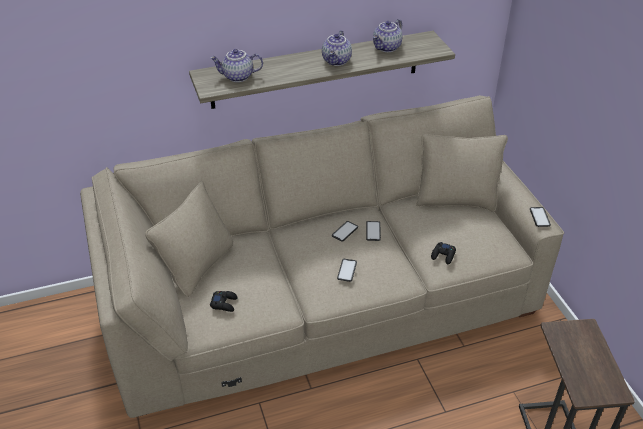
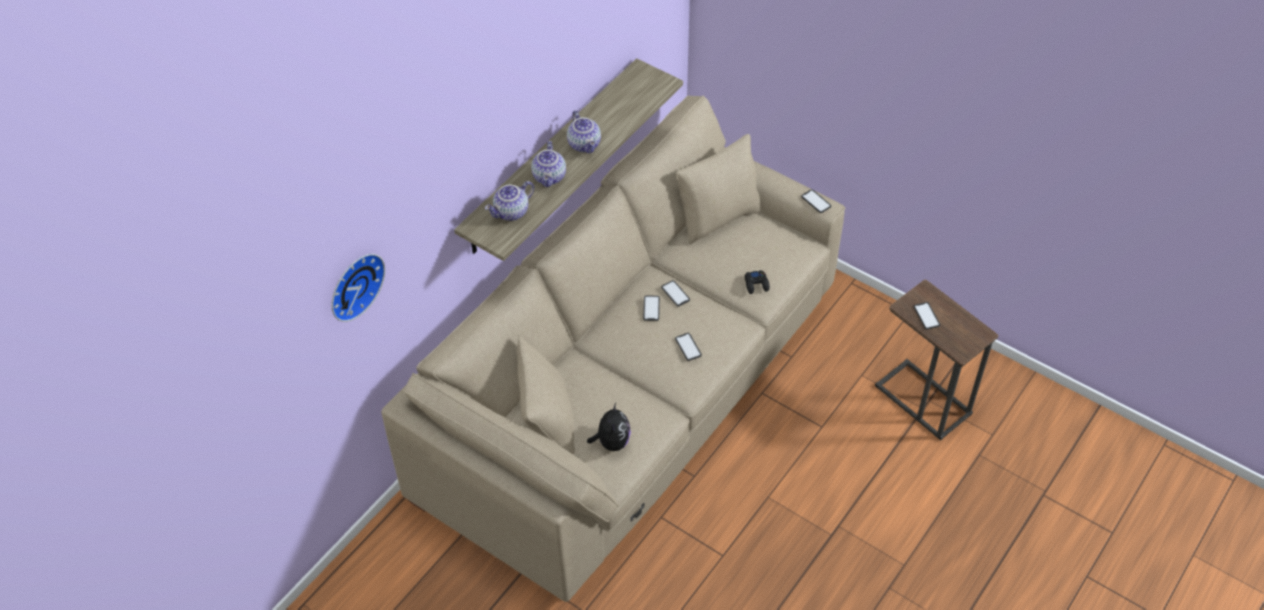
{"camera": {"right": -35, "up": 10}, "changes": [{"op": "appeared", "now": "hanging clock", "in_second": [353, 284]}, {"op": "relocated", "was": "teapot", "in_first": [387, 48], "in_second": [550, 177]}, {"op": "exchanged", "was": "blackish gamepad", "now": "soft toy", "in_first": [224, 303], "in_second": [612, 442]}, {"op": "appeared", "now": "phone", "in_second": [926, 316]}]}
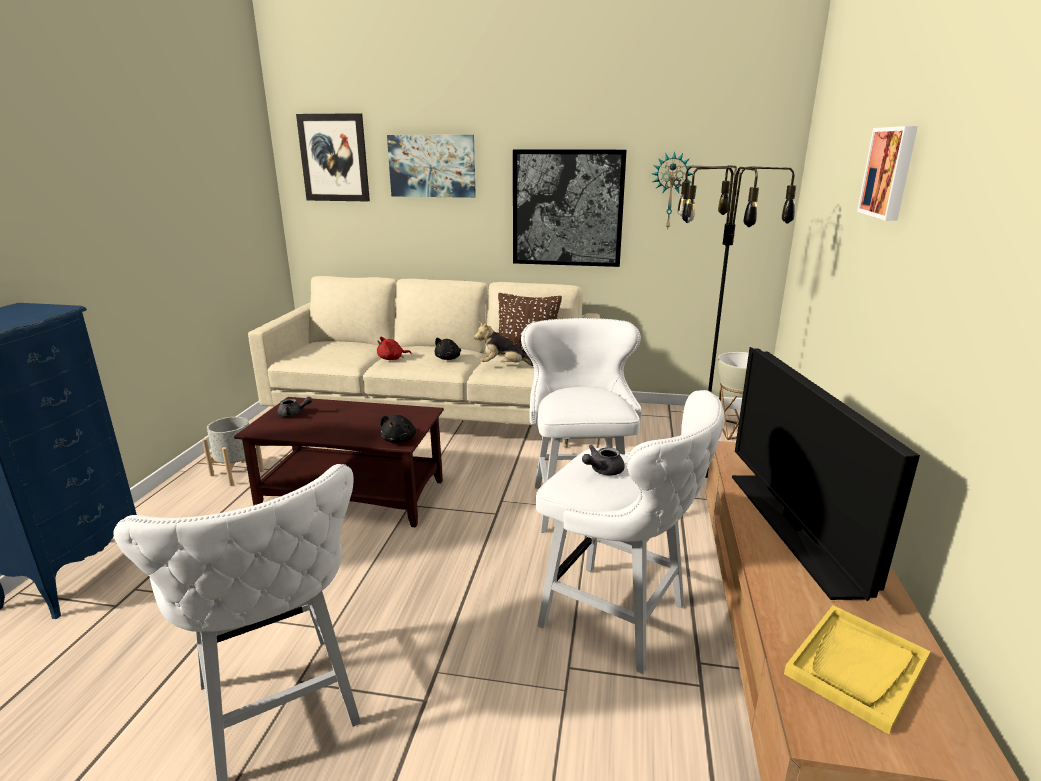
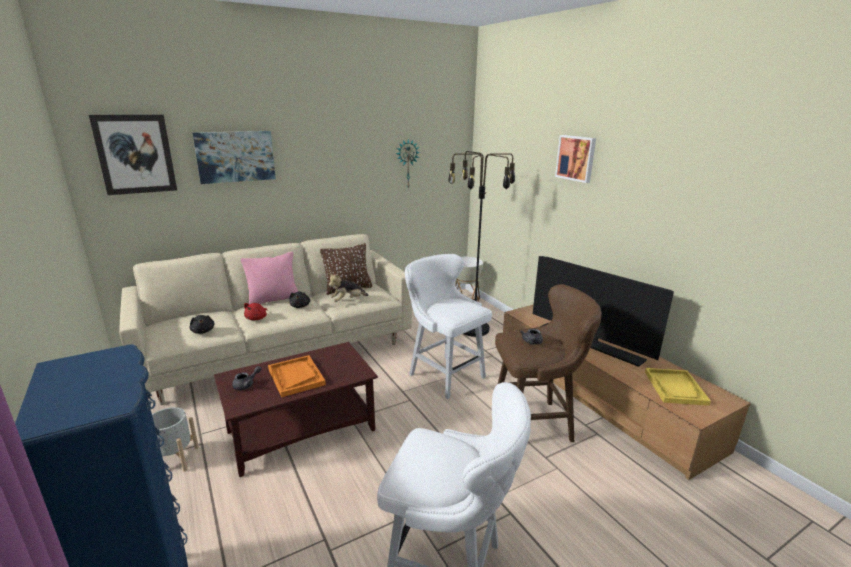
{"camera": {"right": -40, "up": 0}, "changes": [{"op": "relocated", "was": "blackish soft toy", "in_first": [399, 440], "in_second": [203, 331]}, {"op": "appeared", "now": "pink throw pillow", "in_second": [273, 300]}, {"op": "appeared", "now": "orangey tray", "in_second": [296, 377]}, {"op": "colour", "was": "whitish stool seat", "now": "brown stool seat", "in_first": [619, 618], "in_second": [535, 423]}, {"op": "missing", "was": "wall art", "in_first": [567, 208]}]}
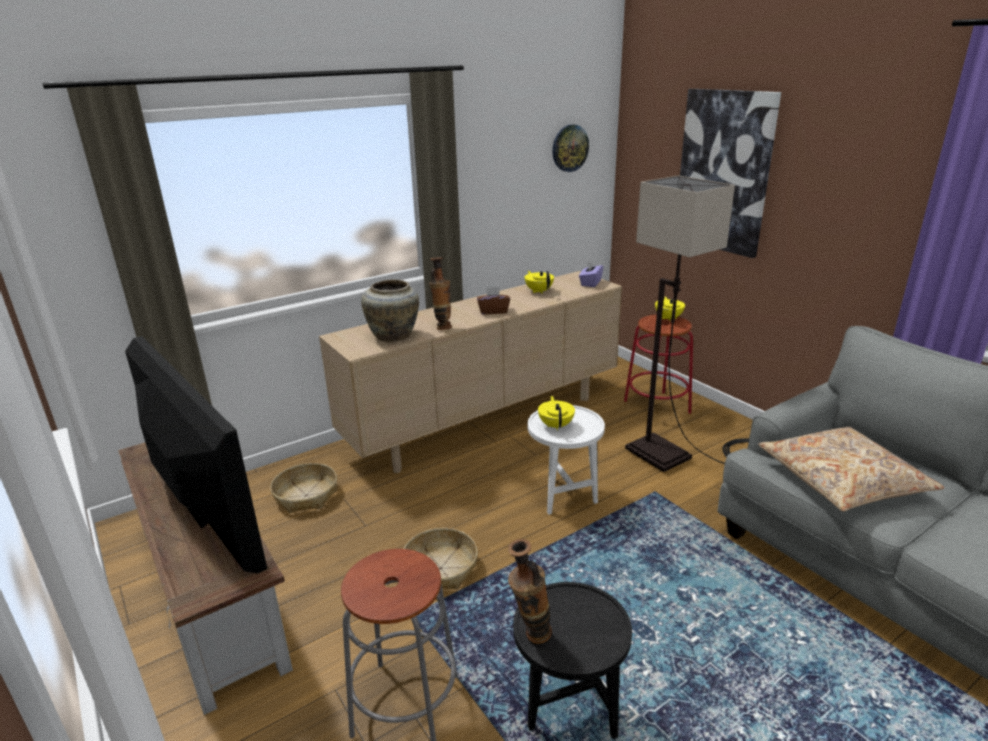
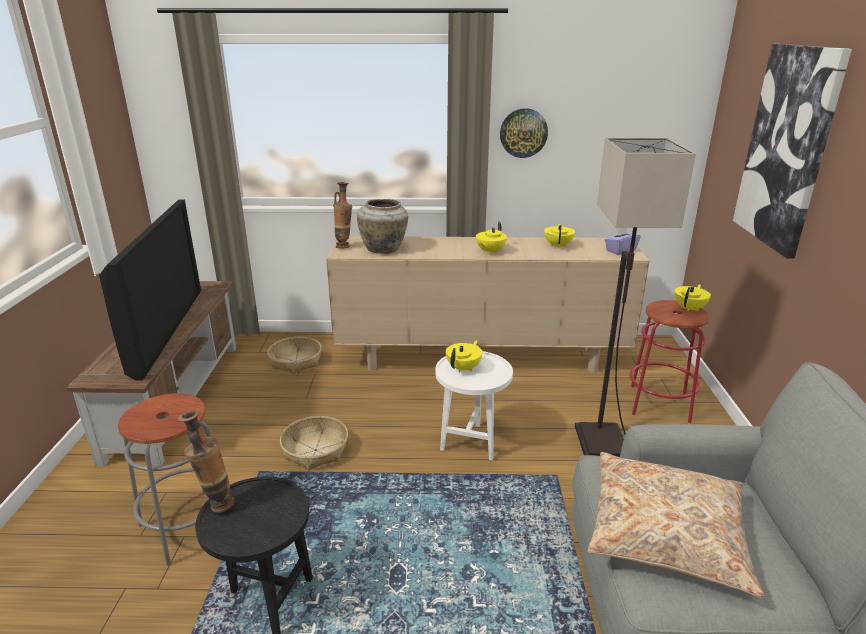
{"camera": {"right": 35, "up": 0}, "changes": [{"op": "relocated", "was": "decorative vase", "in_first": [442, 327], "in_second": [344, 246]}, {"op": "exchanged", "was": "brown box of tissues", "now": "yellow-coloured teapot", "in_first": [493, 311], "in_second": [489, 251]}, {"op": "relocated", "was": "hanging clock", "in_first": [569, 148], "in_second": [523, 133]}]}
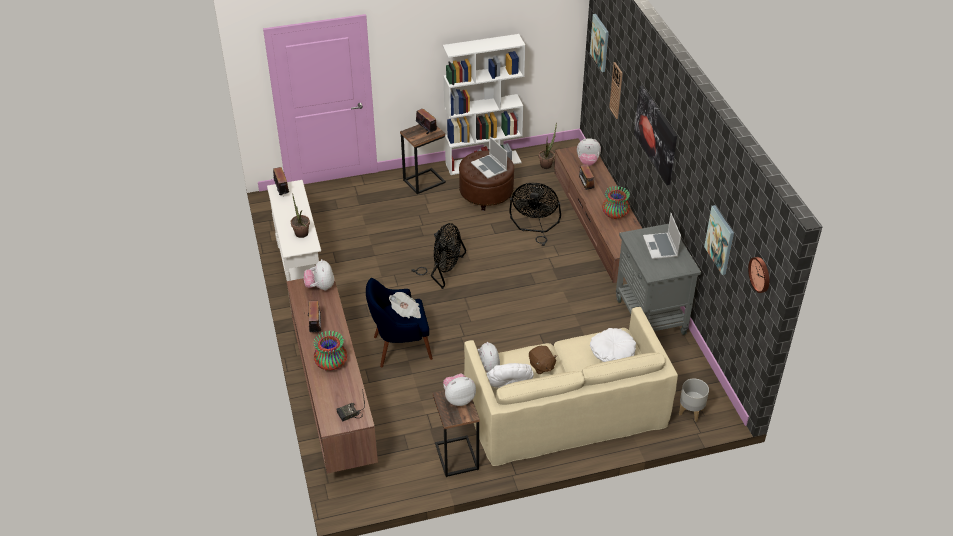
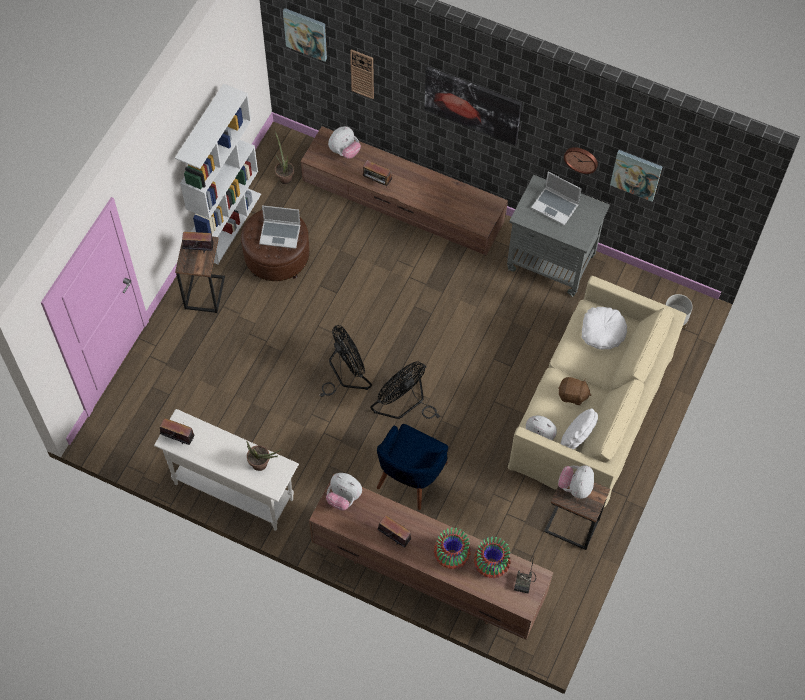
{"camera": {"right": -50, "up": 20}, "changes": [{"op": "relocated", "was": "blackish cooling fan", "in_first": [535, 227], "in_second": [407, 402]}, {"op": "relocated", "was": "decorative vase", "in_first": [615, 214], "in_second": [491, 564]}, {"op": "relocated", "was": "hanging clock", "in_first": [760, 274], "in_second": [581, 159]}, {"op": "missing", "was": "newspaper", "in_first": [406, 312]}]}
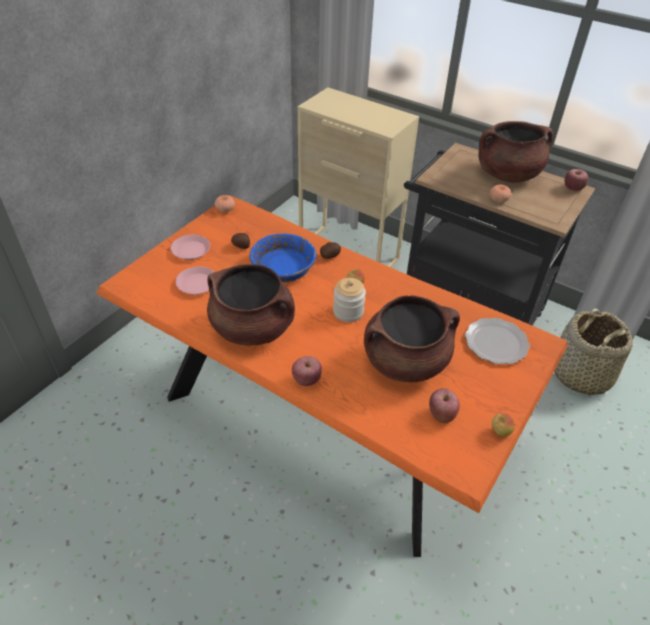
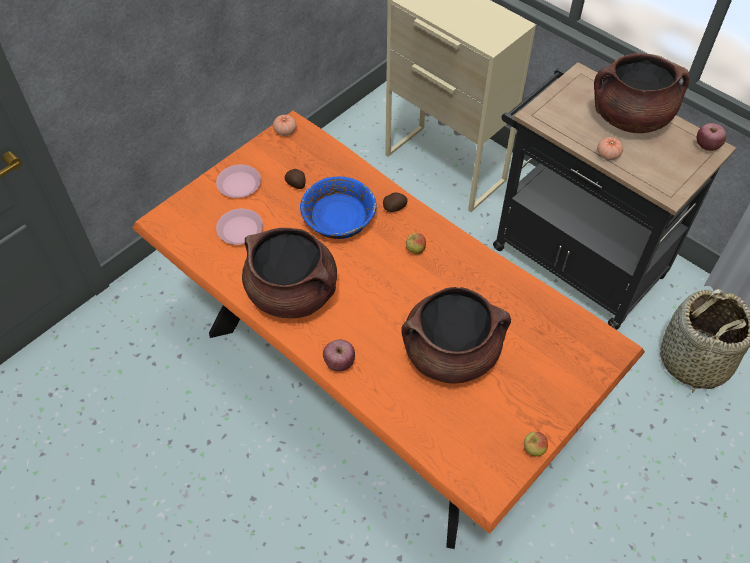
{"camera": {"right": 10, "up": 10}, "changes": [{"op": "missing", "was": "storage jar", "in_first": [348, 312]}, {"op": "missing", "was": "apple fruit", "in_first": [441, 414]}, {"op": "missing", "was": "plate", "in_first": [497, 343]}]}
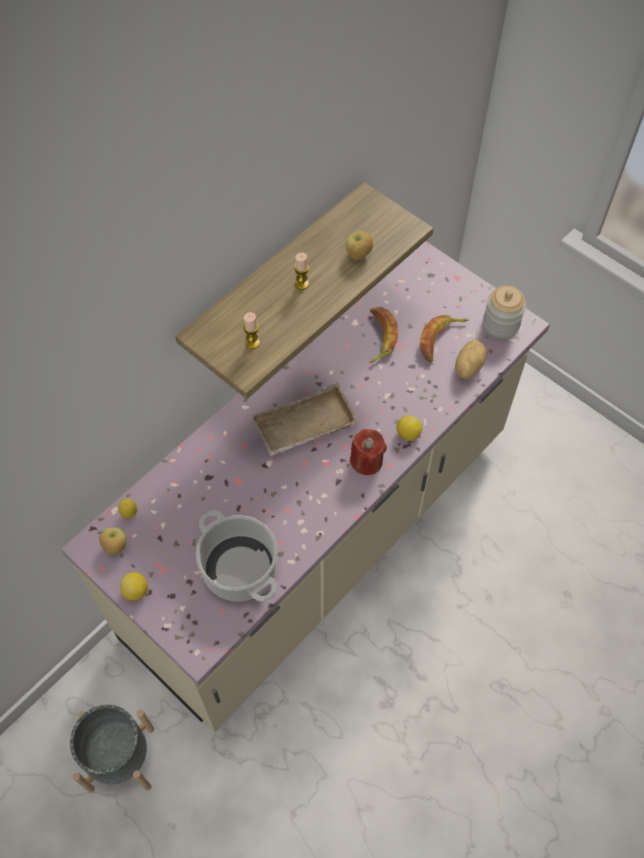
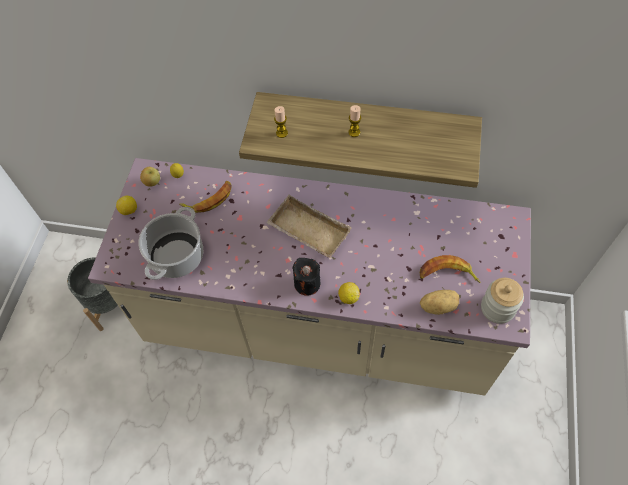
{"camera": {"right": 60, "up": 0}, "changes": [{"op": "relocated", "was": "whole banana", "in_first": [379, 337], "in_second": [209, 199]}, {"op": "colour", "was": "red-coloured candle", "now": "blackish candle", "in_first": [366, 461], "in_second": [307, 283]}, {"op": "missing", "was": "apple fruit", "in_first": [358, 255]}]}
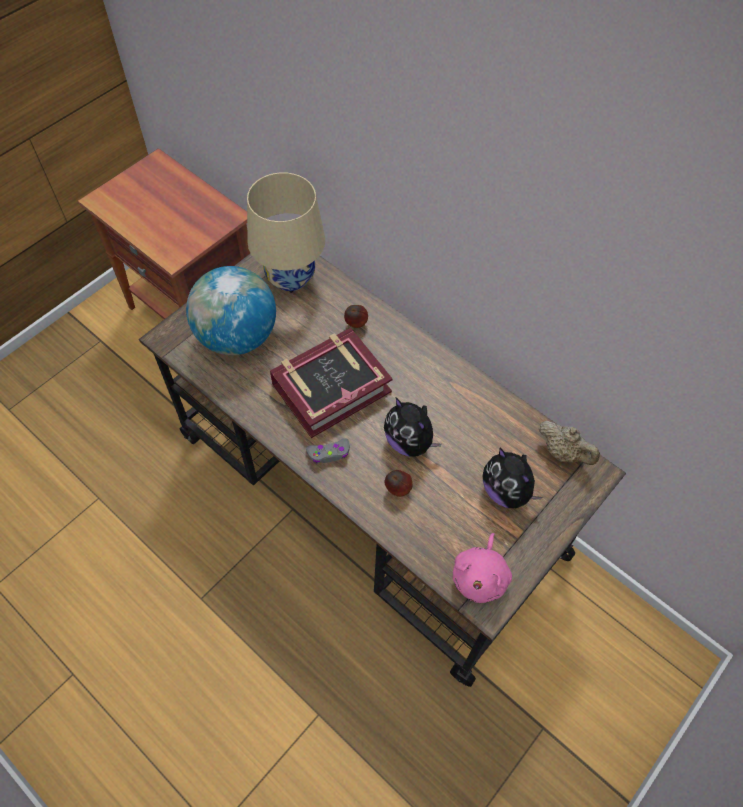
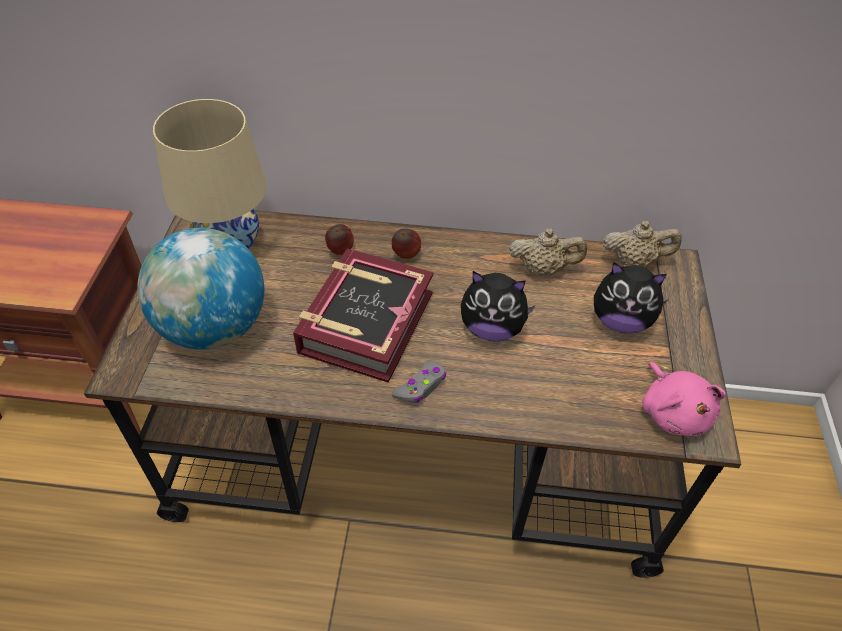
{"camera": {"right": -35, "up": -10}, "changes": [{"op": "relocated", "was": "apple fruit", "in_first": [397, 489], "in_second": [406, 256]}, {"op": "appeared", "now": "sand-coloured teapot", "in_second": [543, 269]}]}
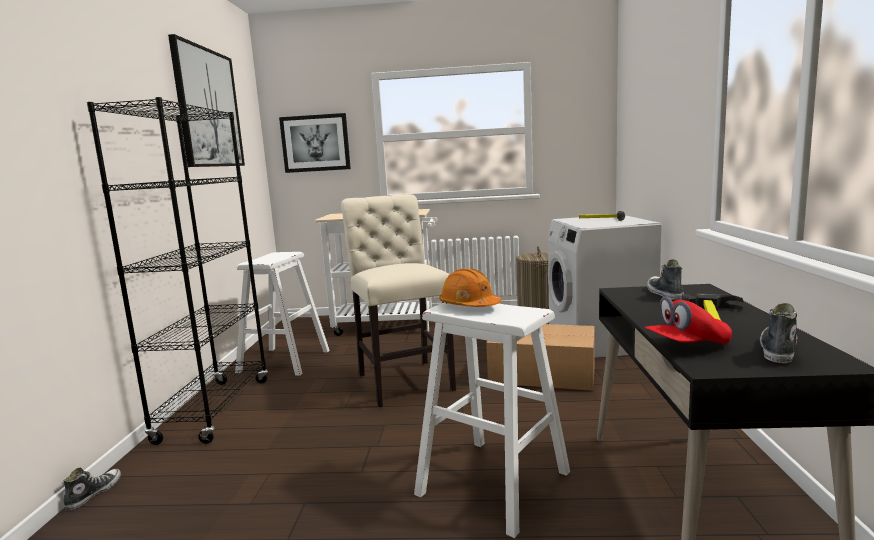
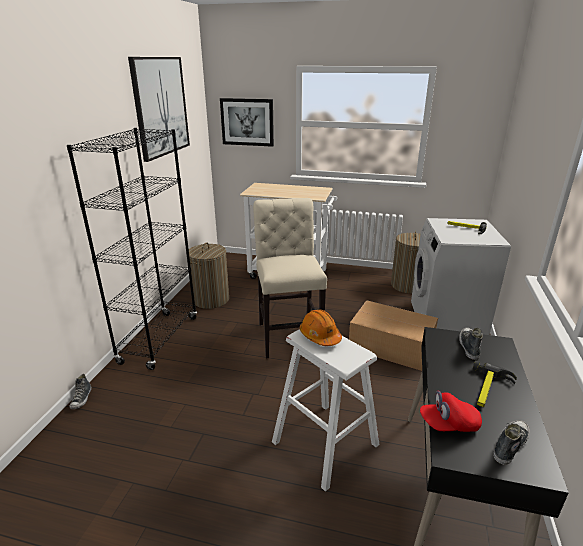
{"camera": {"right": 10, "up": 15}, "changes": [{"op": "spun", "was": "low shoe", "in_first": [93, 493], "in_second": [82, 399], "clockwise": 150}, {"op": "exchanged", "was": "whitish stool seat", "now": "hamper", "in_first": [284, 361], "in_second": [211, 299]}]}
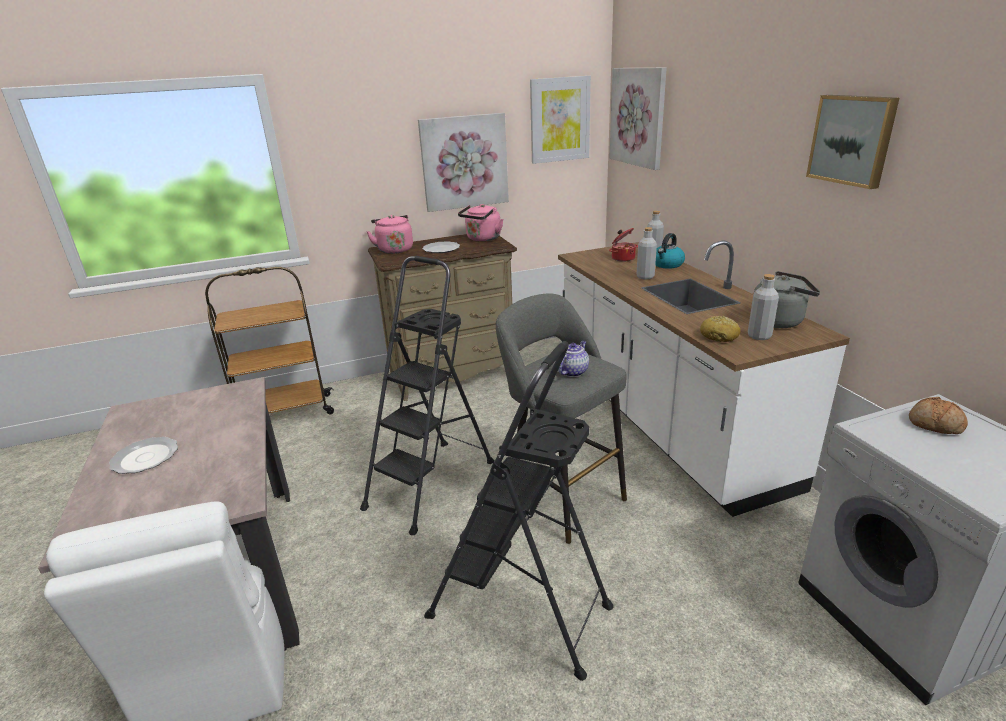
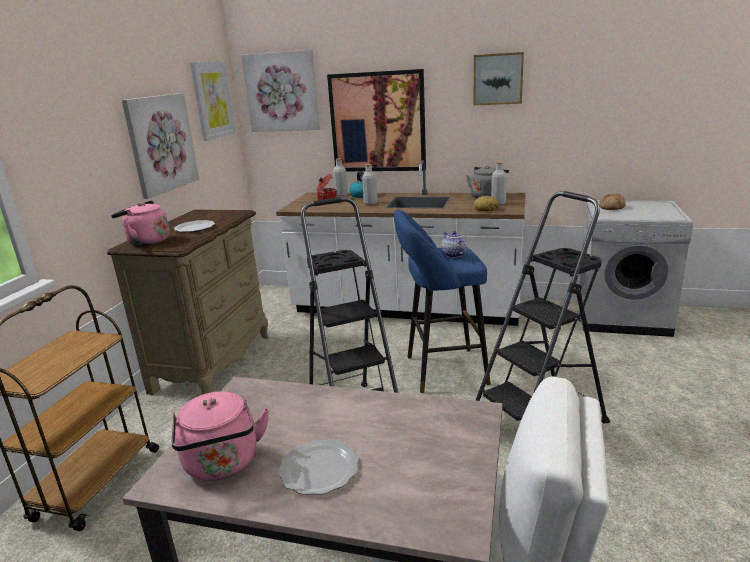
{"camera": {"right": -55, "up": -5}, "changes": [{"op": "relocated", "was": "pink tea kettle", "in_first": [482, 239], "in_second": [223, 464]}, {"op": "appeared", "now": "wall art", "in_second": [377, 122]}, {"op": "colour", "was": "grey stool seat", "now": "bluish stool seat", "in_first": [561, 497], "in_second": [441, 370]}]}
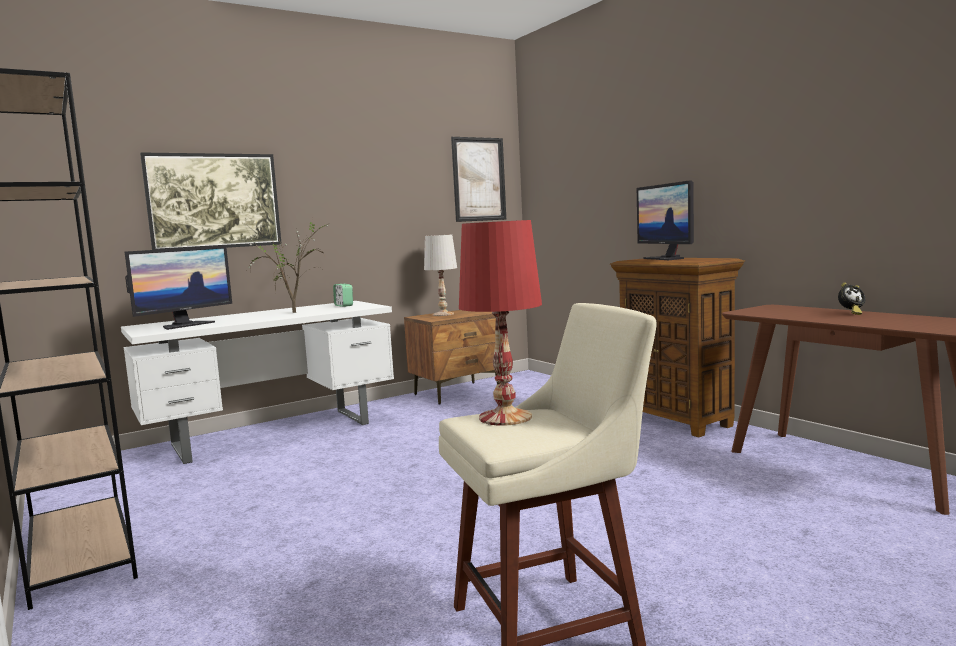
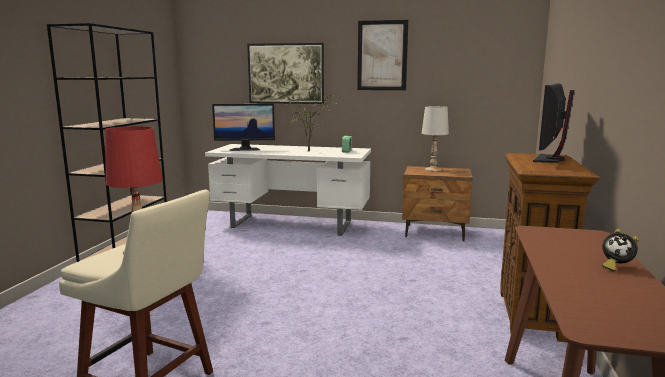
{"camera": {"right": 45, "up": 5}, "changes": [{"op": "relocated", "was": "wall art", "in_first": [479, 179], "in_second": [382, 55]}]}
